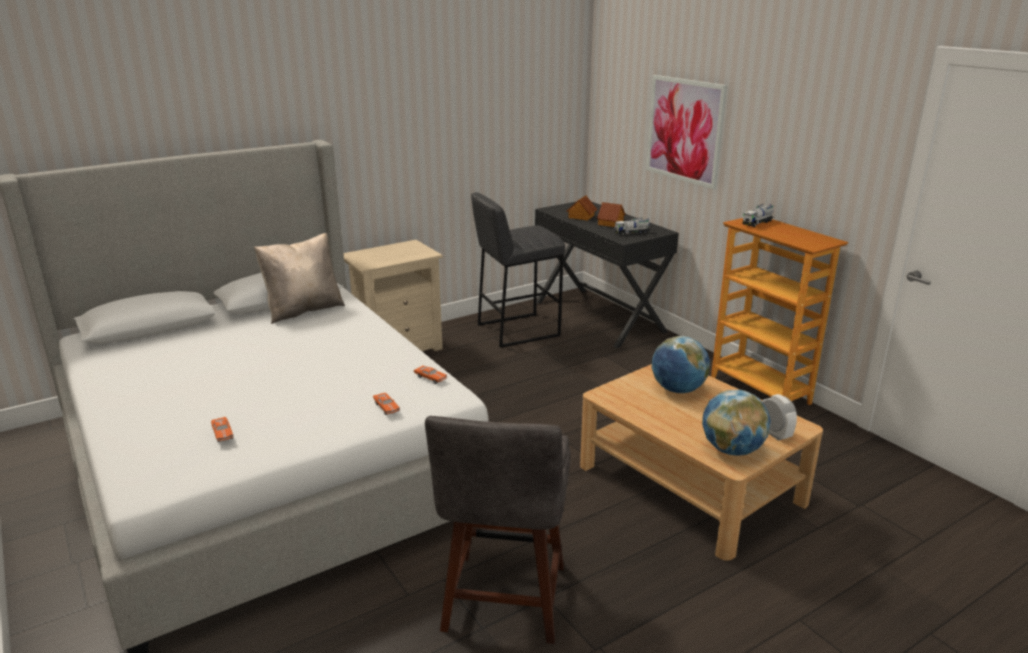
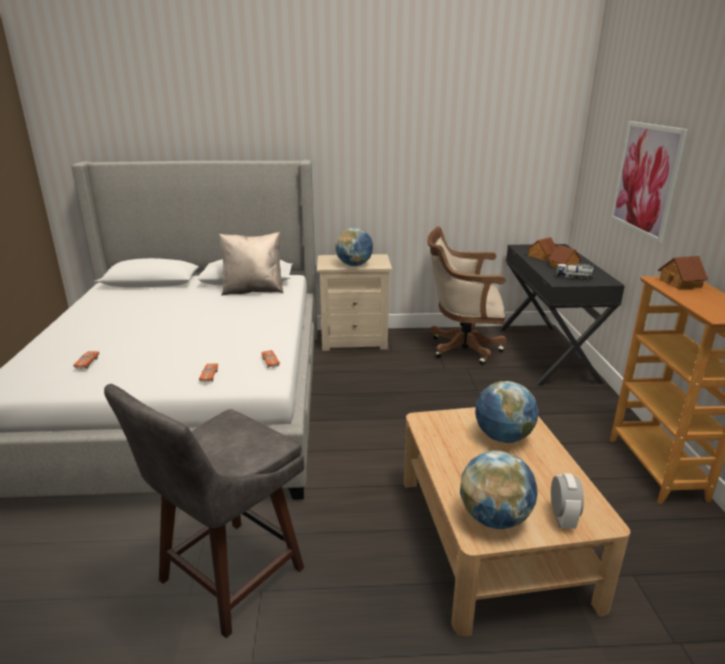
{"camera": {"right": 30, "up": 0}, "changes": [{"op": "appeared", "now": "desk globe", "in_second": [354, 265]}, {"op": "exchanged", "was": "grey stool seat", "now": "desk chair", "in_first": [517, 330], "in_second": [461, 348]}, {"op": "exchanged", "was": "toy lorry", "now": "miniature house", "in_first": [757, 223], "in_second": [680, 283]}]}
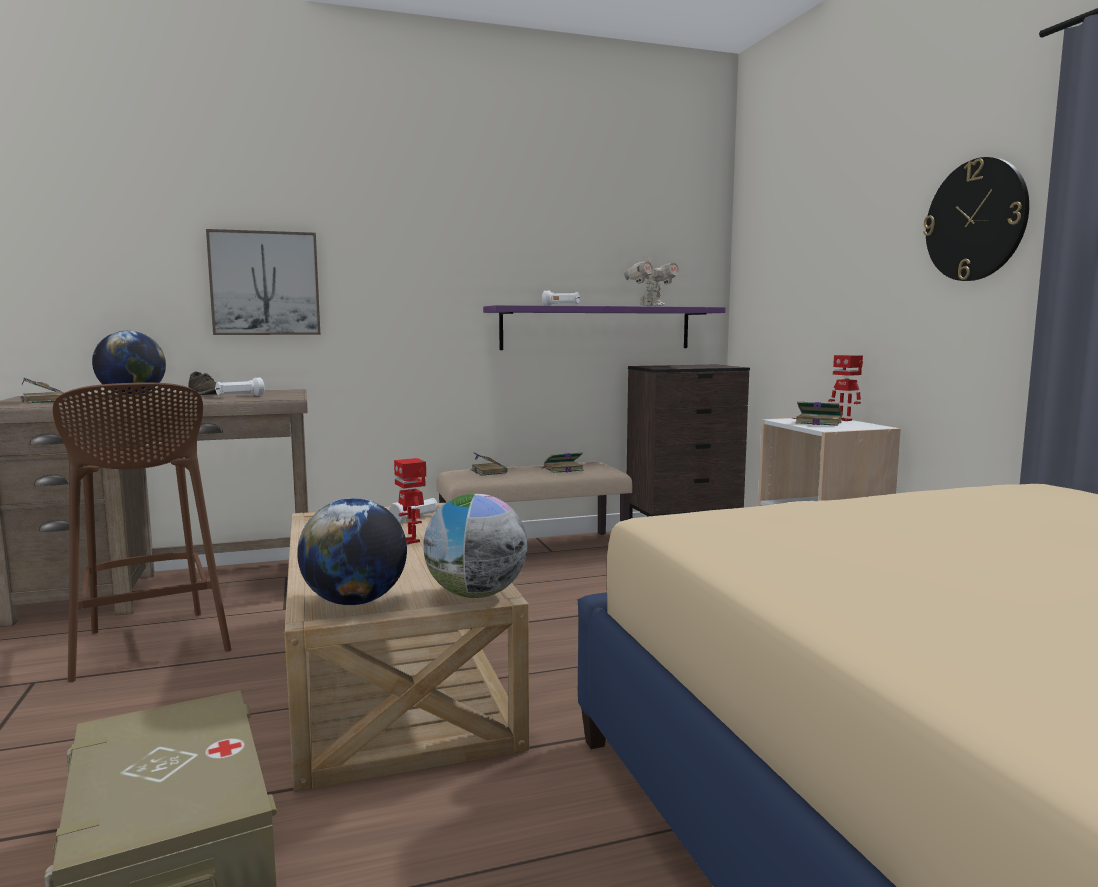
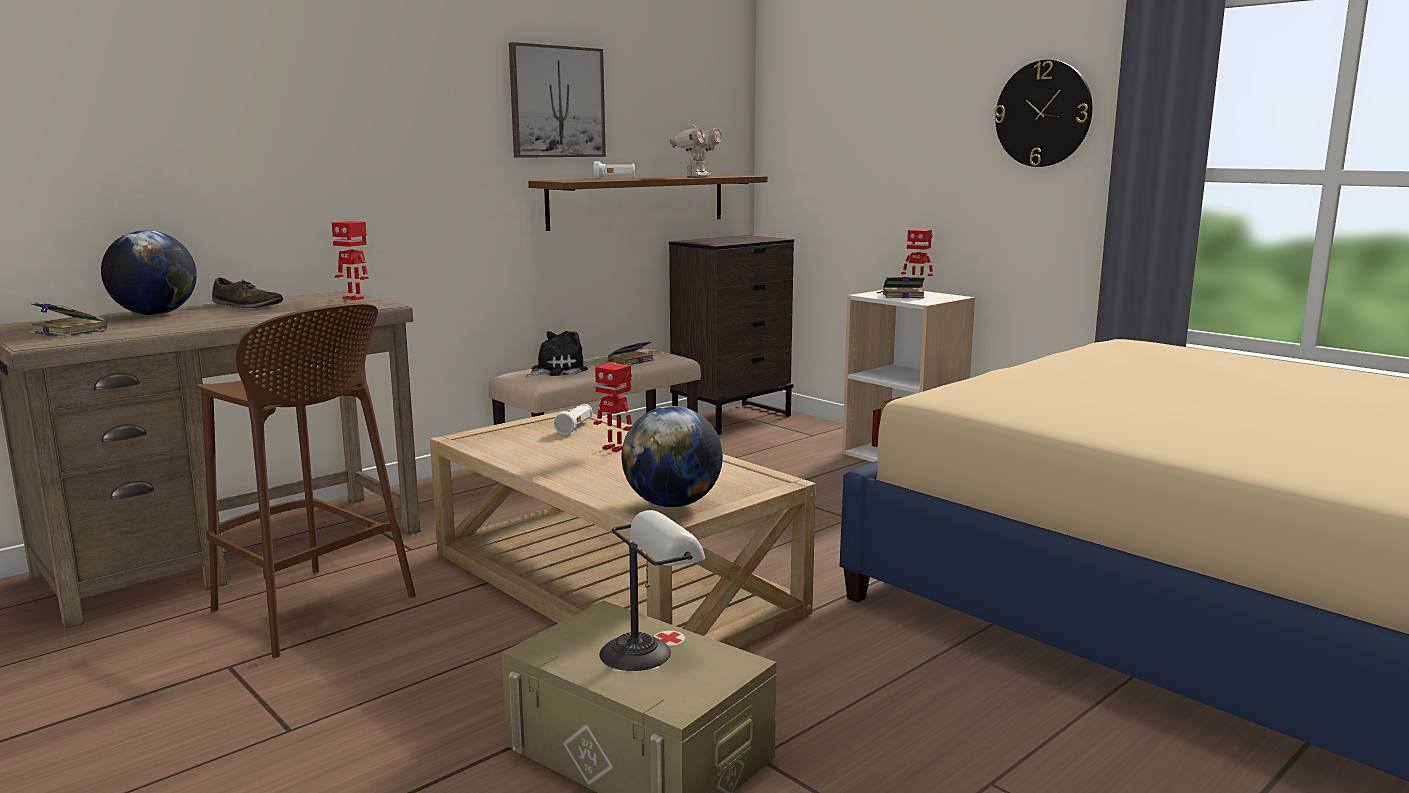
{"camera": {"right": -25, "up": 5}, "changes": [{"op": "appeared", "now": "model robot", "in_second": [354, 298]}, {"op": "relocated", "was": "wall art", "in_first": [265, 283], "in_second": [557, 102]}, {"op": "exchanged", "was": "book", "now": "soft toy", "in_first": [488, 471], "in_second": [555, 371]}, {"op": "colour", "was": "purple-coloured wall shelf", "now": "brown wall shelf", "in_first": [597, 328], "in_second": [638, 201]}, {"op": "appeared", "now": "table lamp", "in_second": [648, 648]}, {"op": "missing", "was": "whitish hand torch", "in_first": [240, 396]}, {"op": "missing", "was": "desk globe", "in_first": [476, 594]}]}
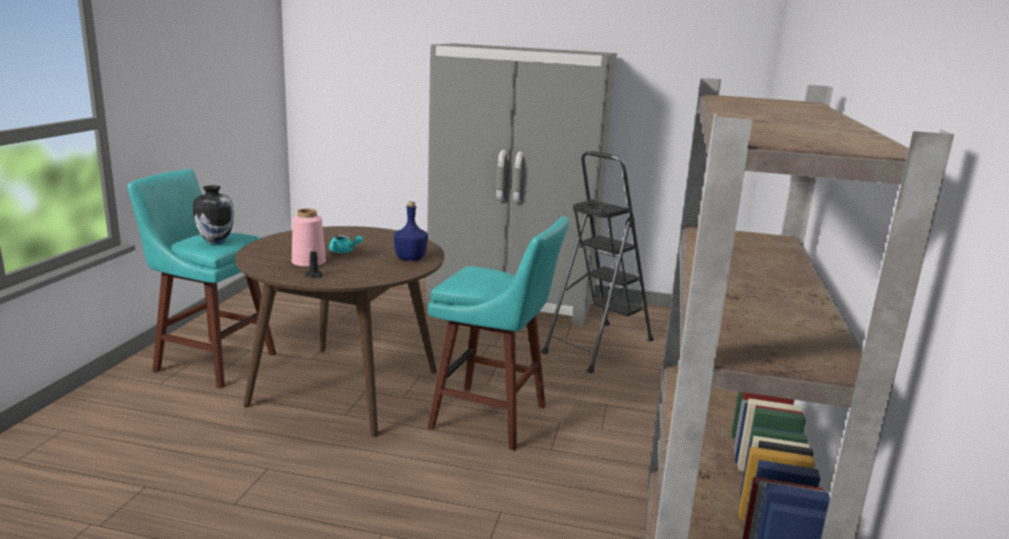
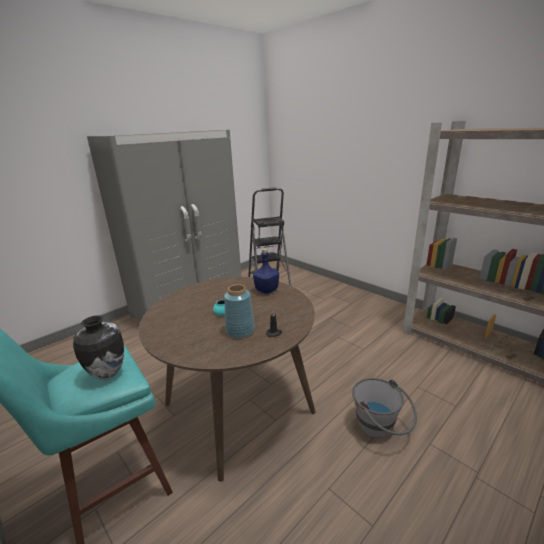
{"camera": {"right": -55, "up": 5}, "changes": [{"op": "colour", "was": "pink decorative vase", "now": "bluish decorative vase", "in_first": [309, 263], "in_second": [240, 330]}, {"op": "appeared", "now": "grey bucket", "in_second": [380, 429]}, {"op": "missing", "was": "blue-green stool seat", "in_first": [493, 418]}]}
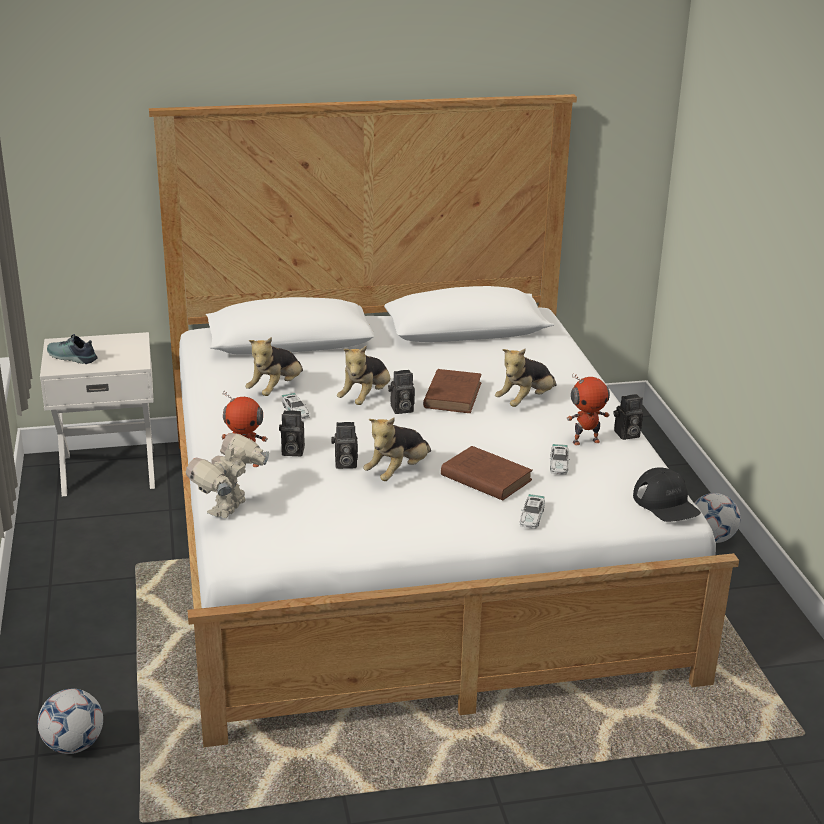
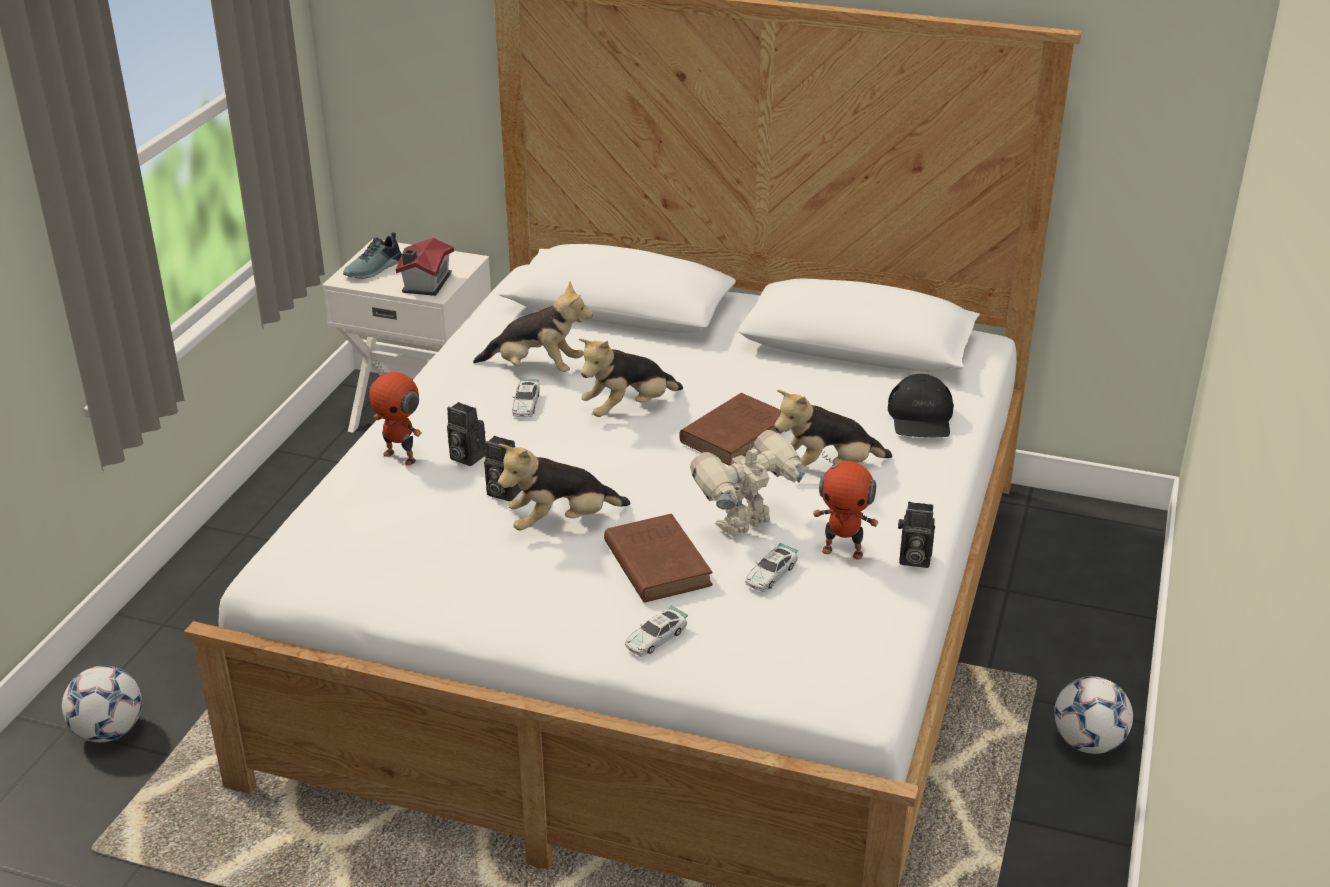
{"camera": {"right": 30, "up": 5}, "changes": [{"op": "spun", "was": "low shoe", "in_first": [71, 358], "in_second": [375, 269], "clockwise": -105}, {"op": "appeared", "now": "miniature house", "in_second": [425, 283]}, {"op": "spun", "was": "soft toy", "in_first": [276, 389], "in_second": [536, 368], "clockwise": -135}, {"op": "relocated", "was": "model robot", "in_first": [230, 509], "in_second": [746, 526]}, {"op": "relocated", "was": "blackish peaked cap", "in_first": [666, 503], "in_second": [921, 417]}, {"op": "missing", "was": "still camera", "in_first": [401, 409]}]}
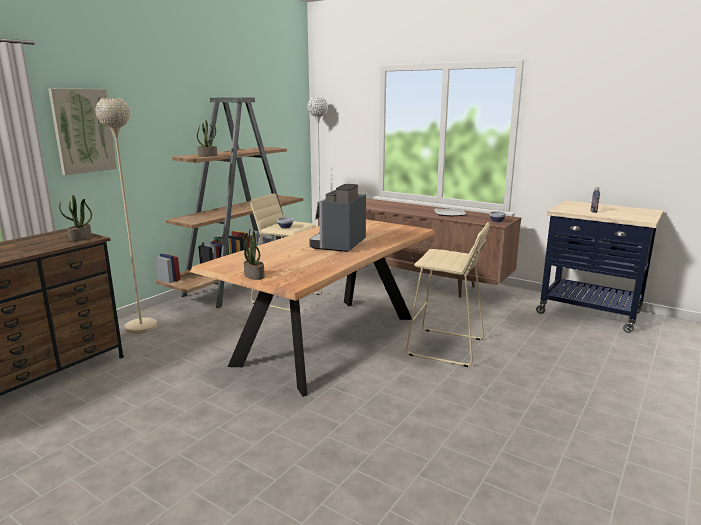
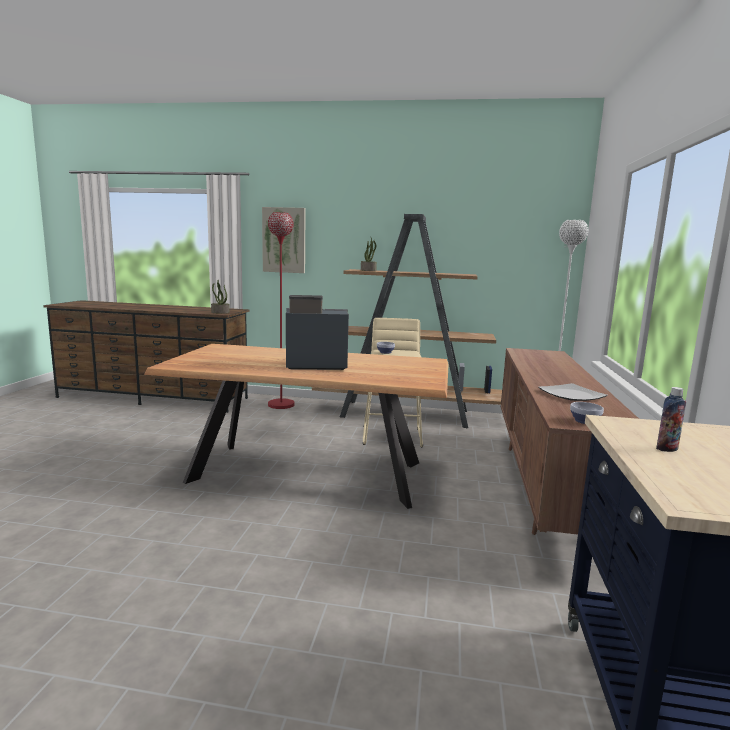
{"camera": {"right": 65, "up": -5}, "changes": [{"op": "colour", "was": "sand-coloured floor lamp", "now": "red-coloured floor lamp", "in_first": [141, 327], "in_second": [281, 405]}, {"op": "missing", "was": "houseplant", "in_first": [253, 276]}, {"op": "missing", "was": "sand-coloured stool seat", "in_first": [445, 347]}]}
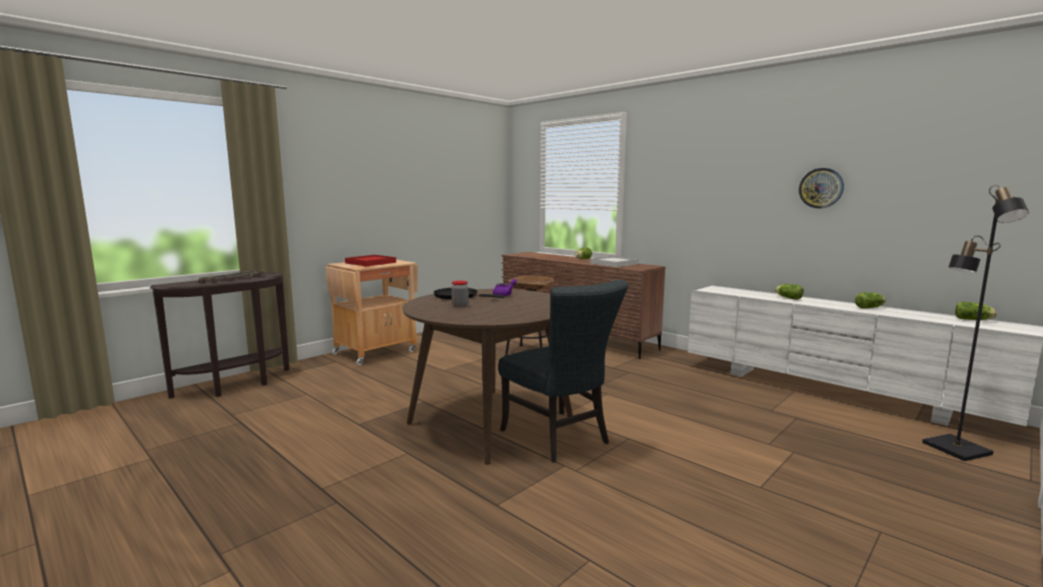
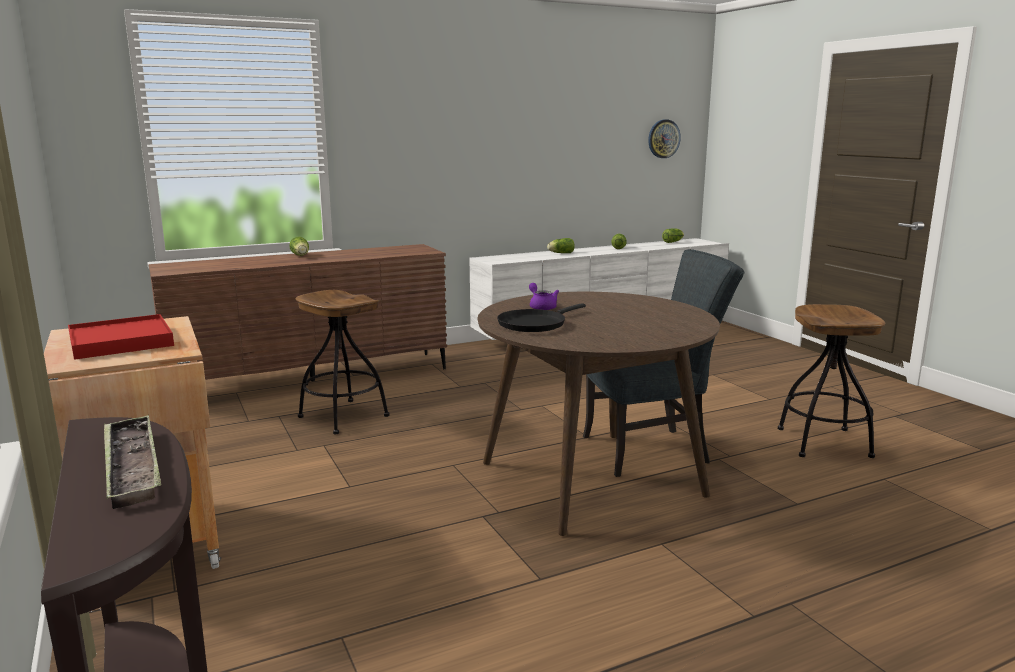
{"camera": {"right": -70, "up": 5}, "changes": [{"op": "relocated", "was": "hanging clock", "in_first": [821, 188], "in_second": [663, 139]}, {"op": "appeared", "now": "brown stool seat", "in_second": [824, 442]}, {"op": "missing", "was": "storage jar", "in_first": [460, 305]}, {"op": "missing", "was": "whitish tray", "in_first": [614, 264]}, {"op": "missing", "was": "blackish floor lamp", "in_first": [956, 448]}]}
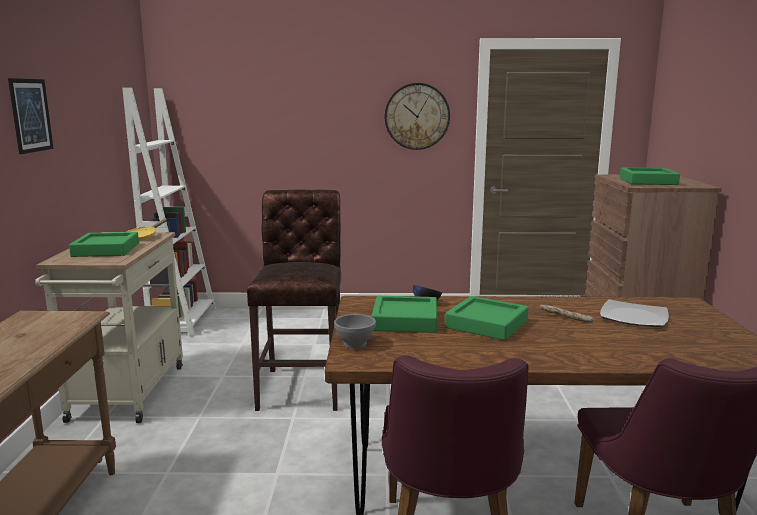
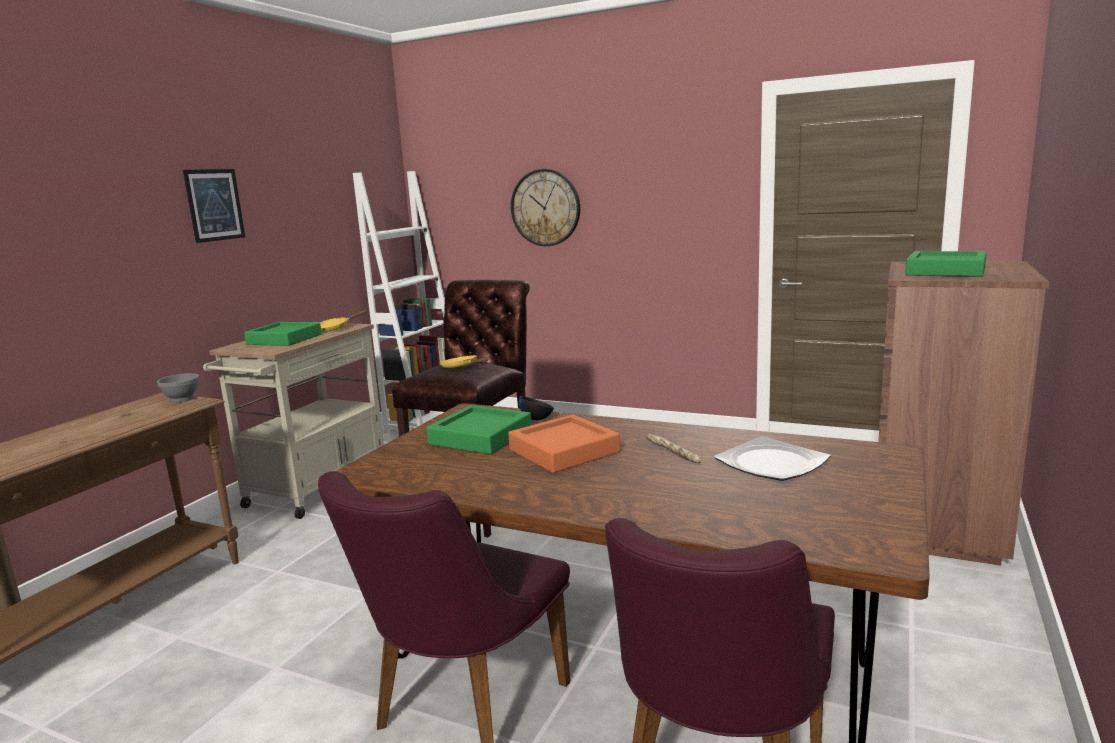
{"camera": {"right": 25, "up": 0}, "changes": [{"op": "relocated", "was": "grey serving bowl", "in_first": [355, 344], "in_second": [182, 399]}, {"op": "appeared", "now": "yellow-coloured frying pan", "in_second": [462, 367]}, {"op": "colour", "was": "green-coloured tray", "now": "orangey tray", "in_first": [486, 324], "in_second": [564, 451]}, {"op": "relocated", "was": "hanging clock", "in_first": [417, 116], "in_second": [545, 208]}]}
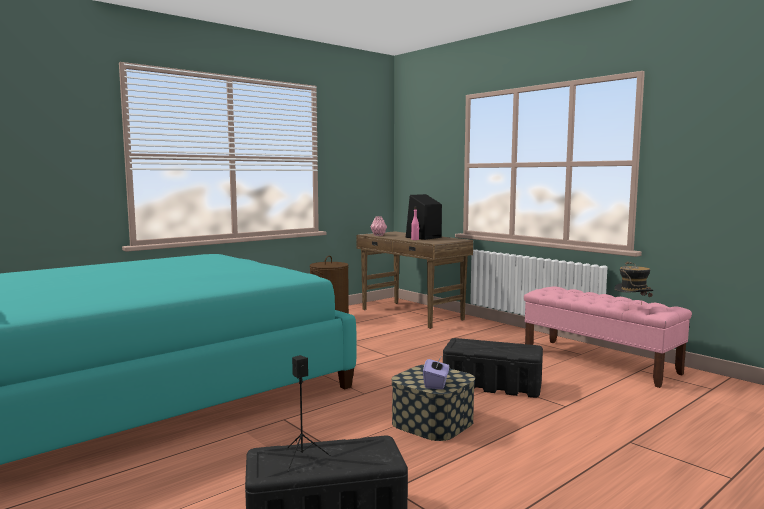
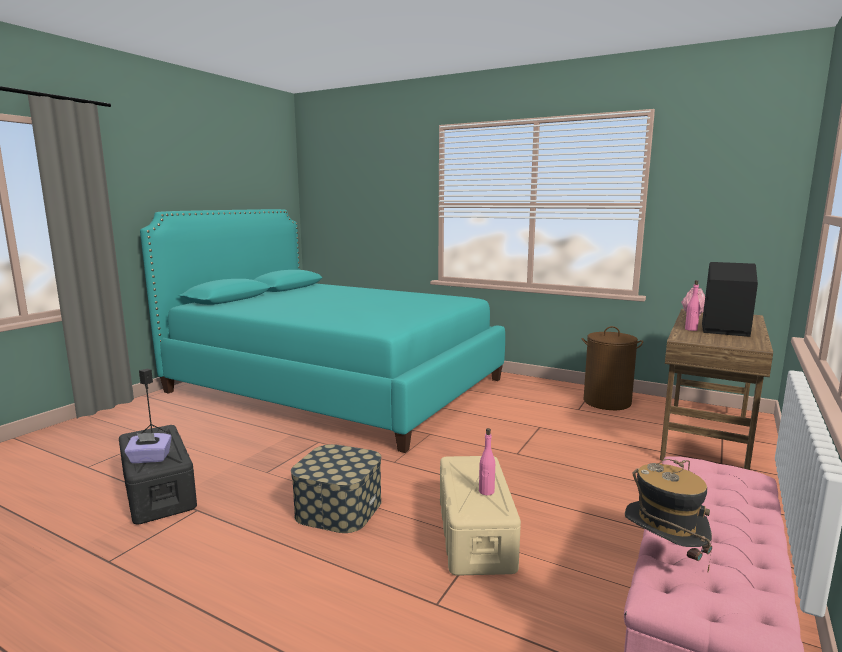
{"camera": {"right": 70, "up": 5}, "changes": [{"op": "relocated", "was": "purple-coloured box of tissues", "in_first": [436, 384], "in_second": [150, 459]}, {"op": "colour", "was": "blackish storage box", "now": "sand-coloured storage box", "in_first": [492, 385], "in_second": [475, 534]}, {"op": "appeared", "now": "pink beverage bottle", "in_second": [486, 491]}]}
